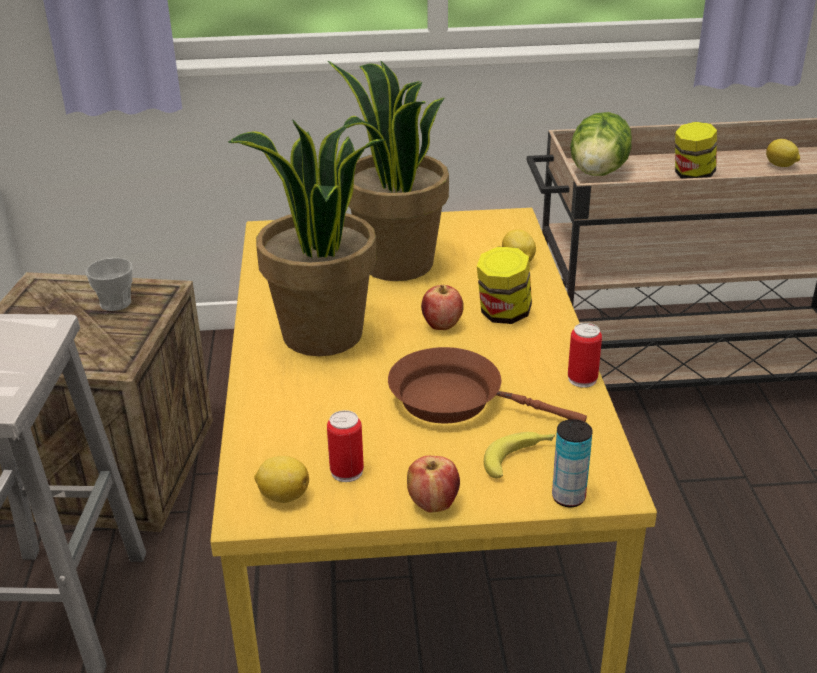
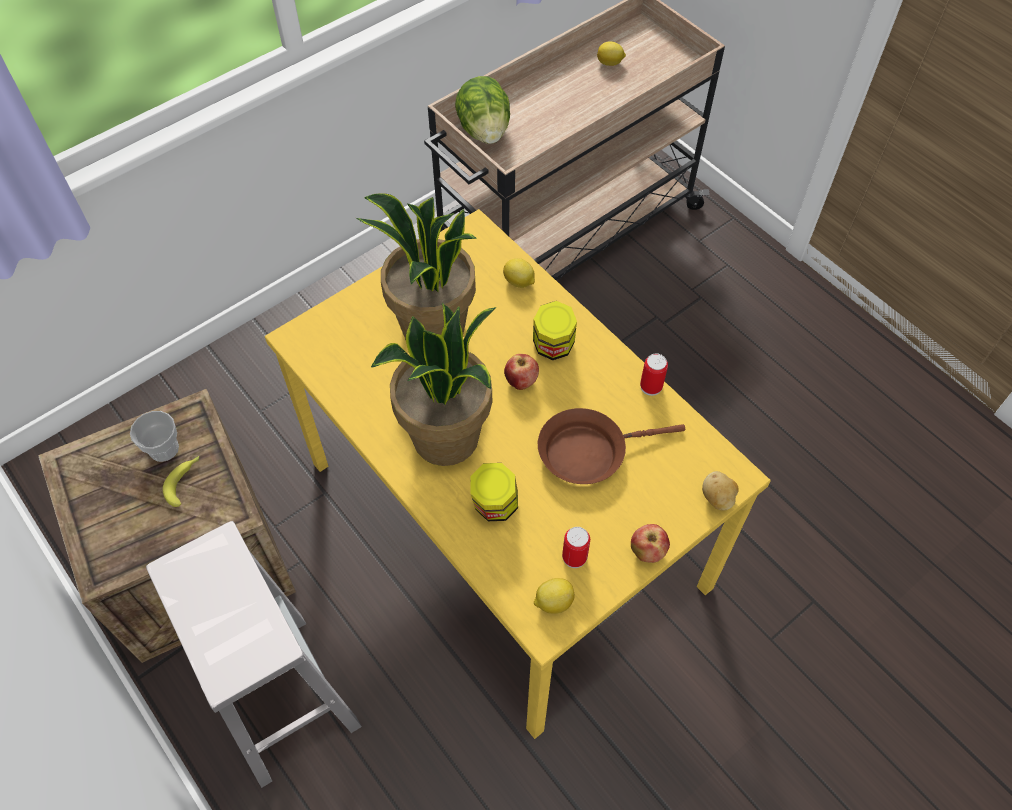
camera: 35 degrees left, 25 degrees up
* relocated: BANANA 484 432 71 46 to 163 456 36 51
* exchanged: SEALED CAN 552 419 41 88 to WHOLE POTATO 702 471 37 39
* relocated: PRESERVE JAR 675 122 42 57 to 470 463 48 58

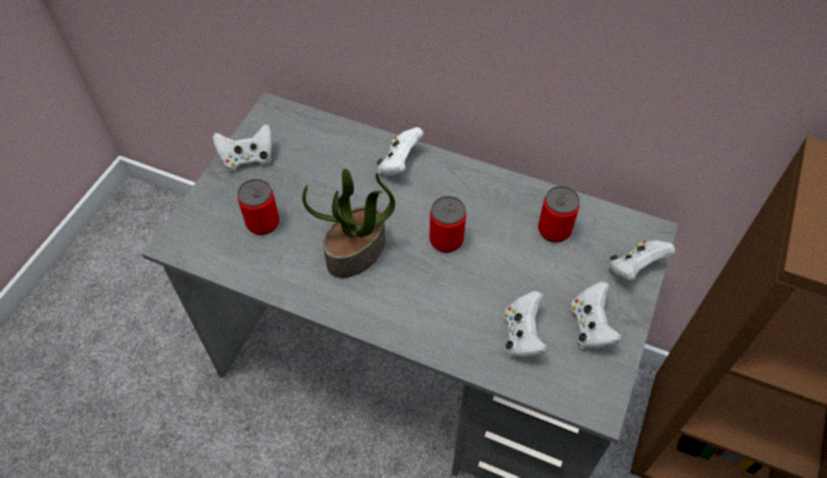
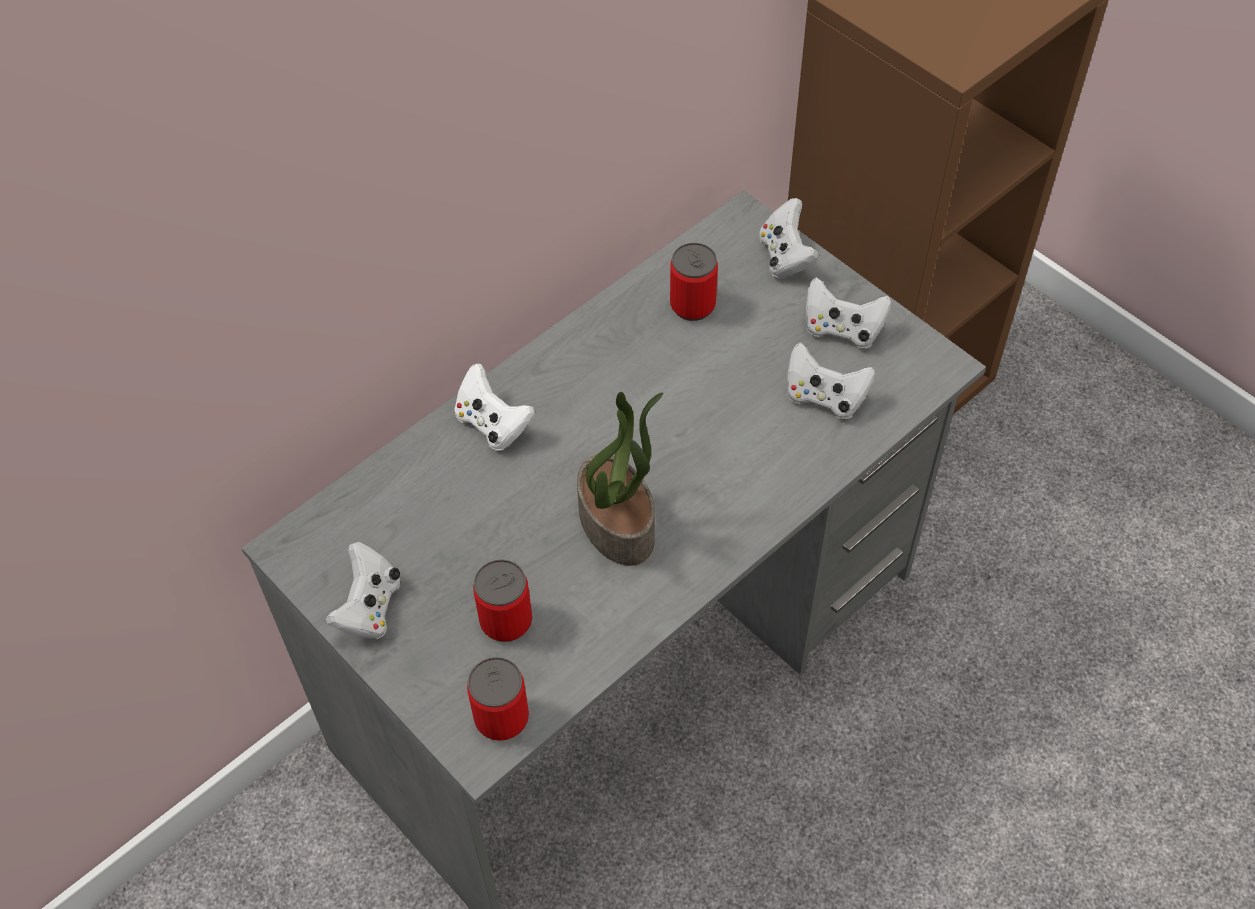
camera: 65 degrees left, 0 degrees up
* relocated: SEALED CAN 429 196 37 57 to 467 657 62 84

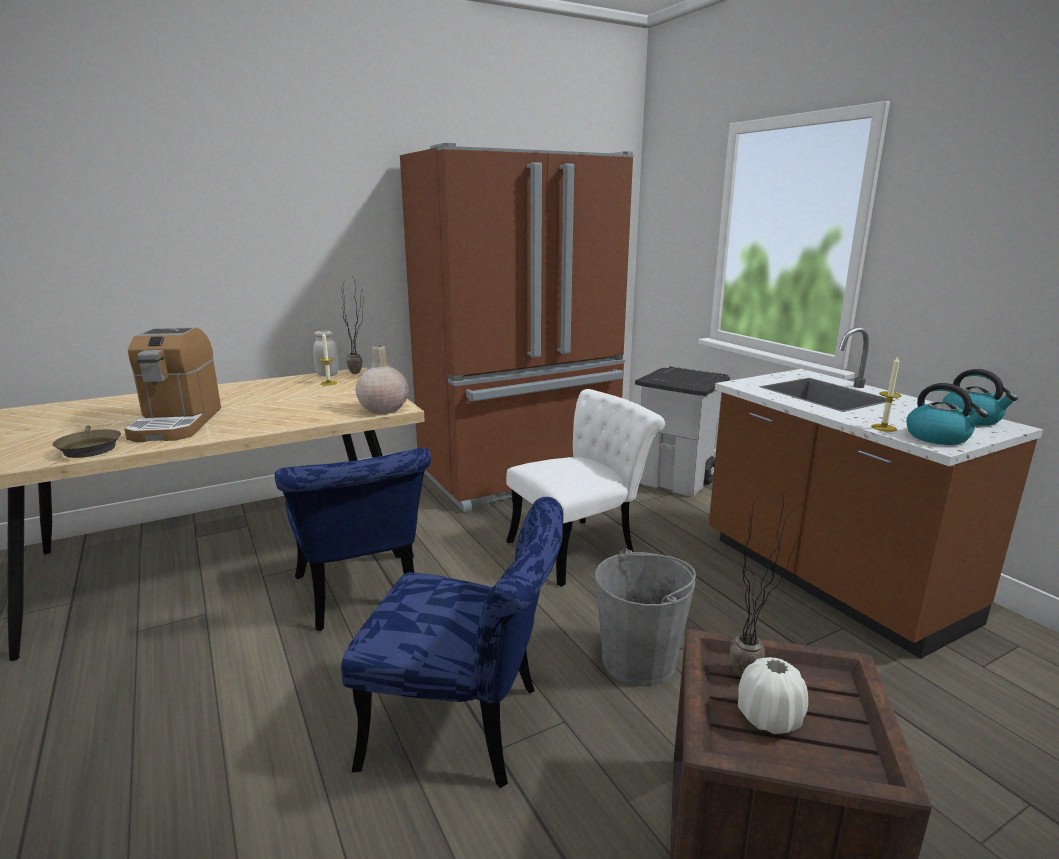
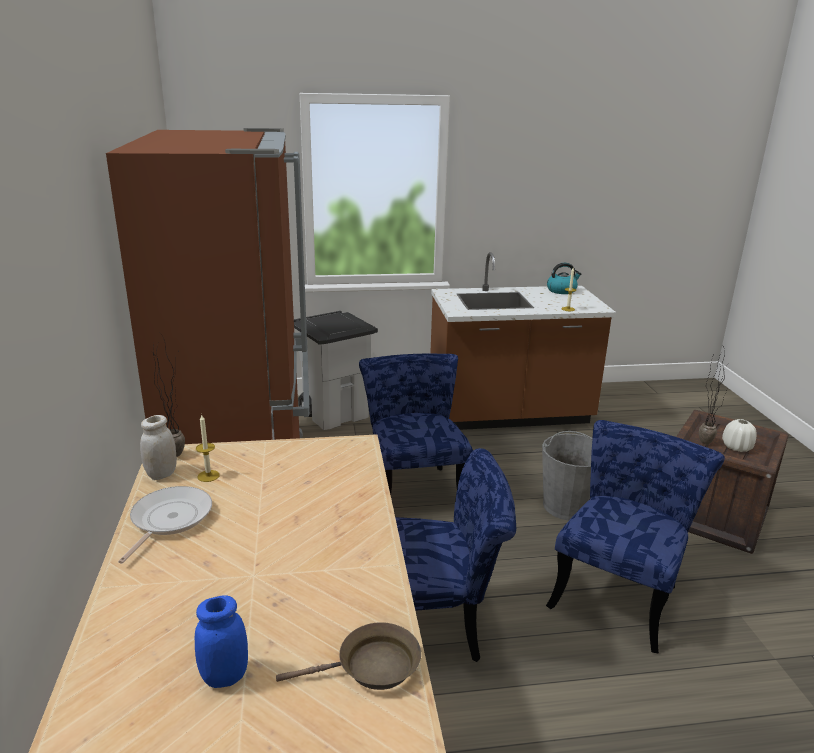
camera: 70 degrees left, 5 degrees up
* missing: COFFEE BREWER 124 327 97 115
* missing: SAND-COLOURED DECORATIVE VASE 355 345 54 69
* colour: WHITE CHAIR 506 389 159 198 to BLUISH CHAIR 359 354 114 141
* missing: TEA KETTLE 906 383 82 62
* appeared: FRYING PAN 118 486 94 78
* appeared: BLUISH PRESERVE JAR 195 595 53 93

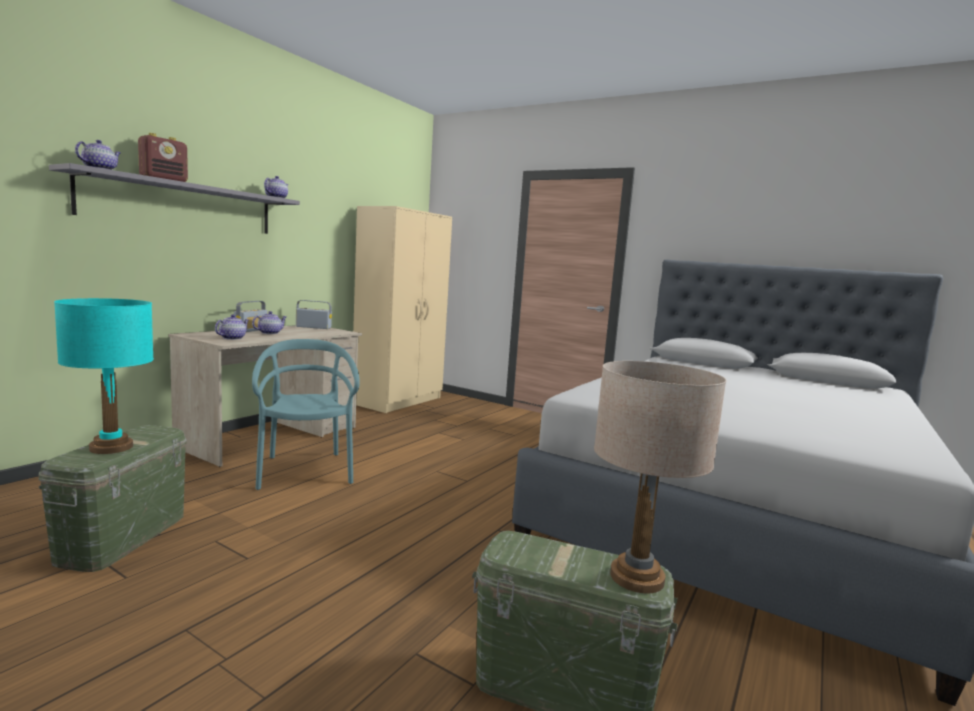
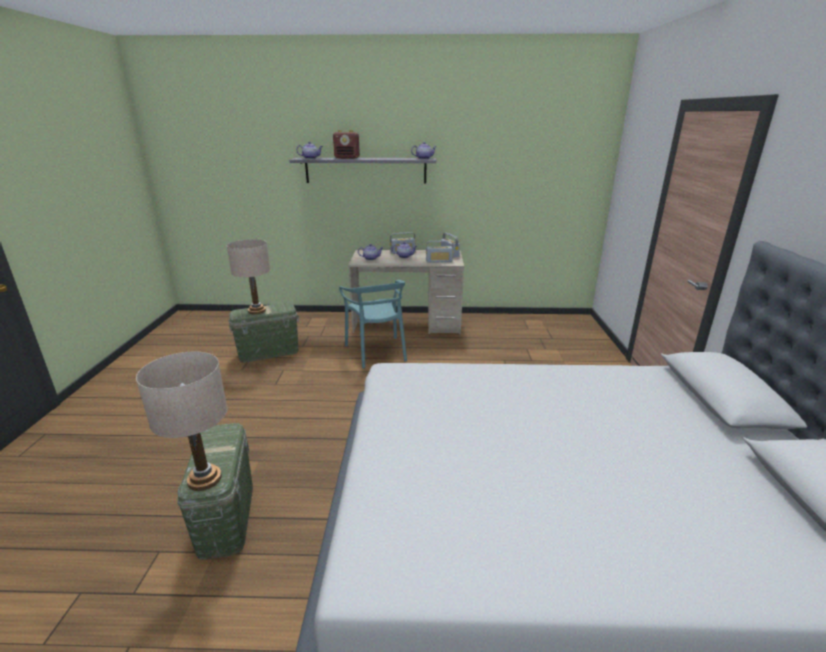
camera: 60 degrees right, 15 degrees up
* colour: TURQUOISE-COLOURED LAMP FOR A TABLE 54 298 100 156 to SAND-COLOURED LAMP FOR A TABLE 227 239 43 75
* spun: TURQUOISE-COLOURED CHAIR 252 339 108 151 = 339 280 68 89 120 degrees clockwise
* missing: SAND-COLOURED CLOTHES CUPBOARD 353 206 99 207
* appeared: RADIO 426 240 27 23

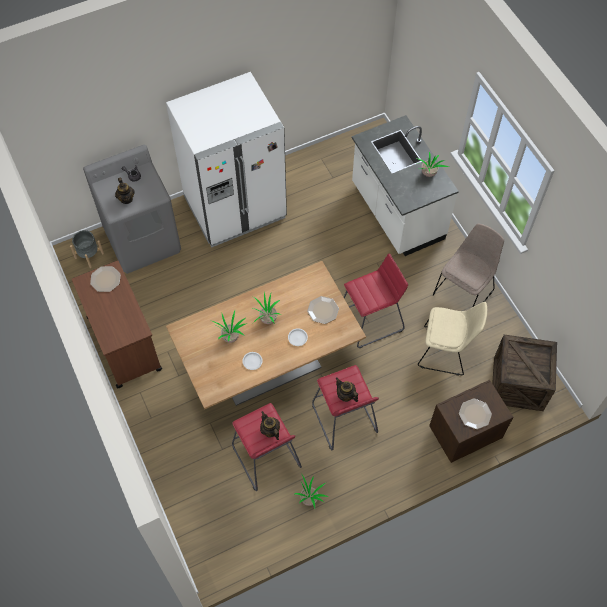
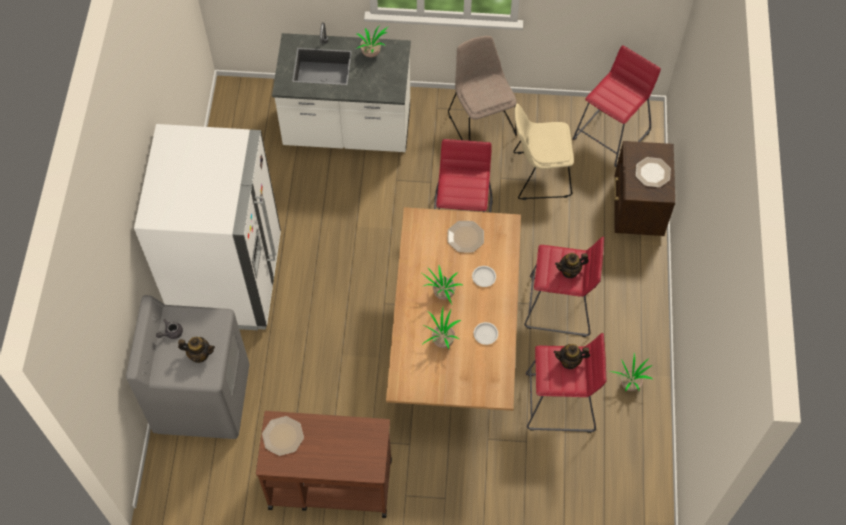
camera: 60 degrees left, 0 degrees up
* missing: GREY PLANTER 70 230 34 38
* spun: SAND-COLOURED CHAIR 418 302 69 74 = 513 104 61 96 135 degrees counterclockwise
* exchanged: SHIPPING CRATE 492 335 65 76 to RED SITTING STOOL 573 45 88 122

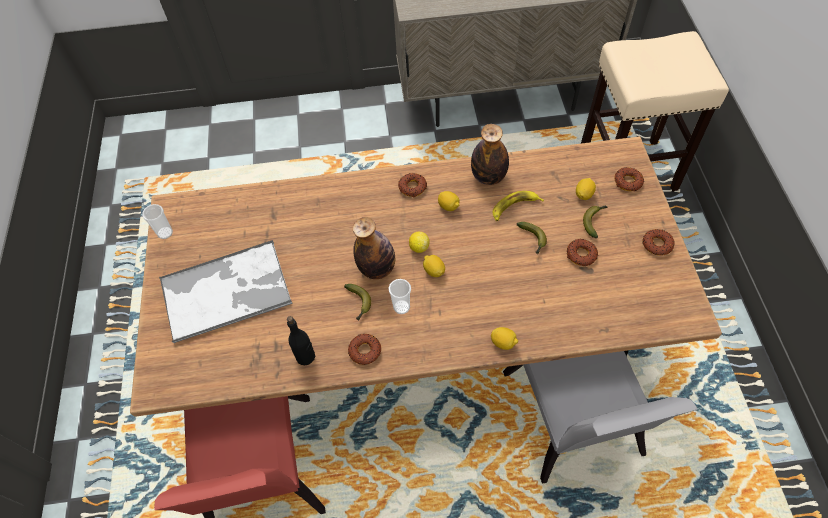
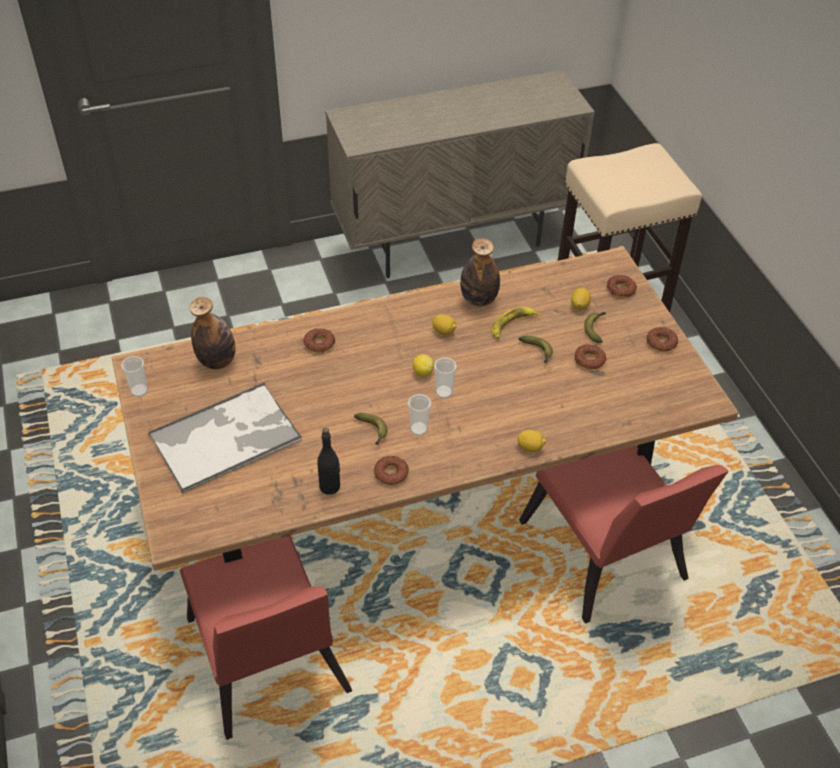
camera: 15 degrees left, 10 degrees down
* relocated: BOTTLE 353 217 42 62 to 190 297 46 72
* relocated: DONUT 398 173 29 24 to 303 328 32 25
* exchanged: CITRUS FRUIT 423 255 22 22 to CUP 434 357 23 41
* colour: GREY CHAIR 503 351 194 133 to RED CHAIR 519 446 210 177

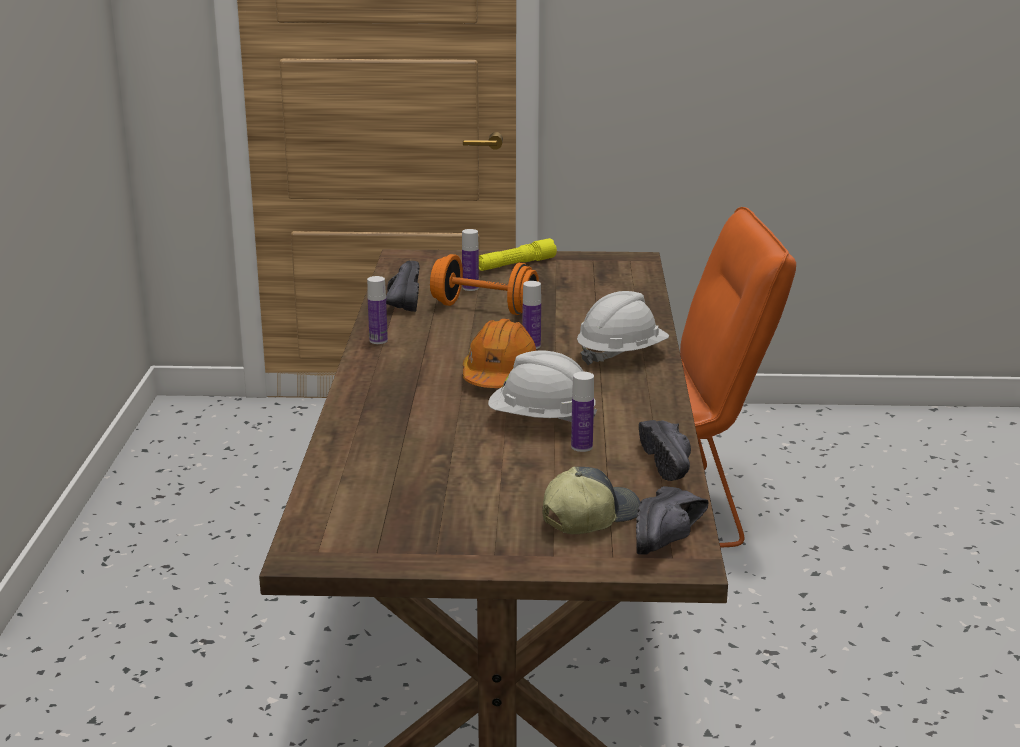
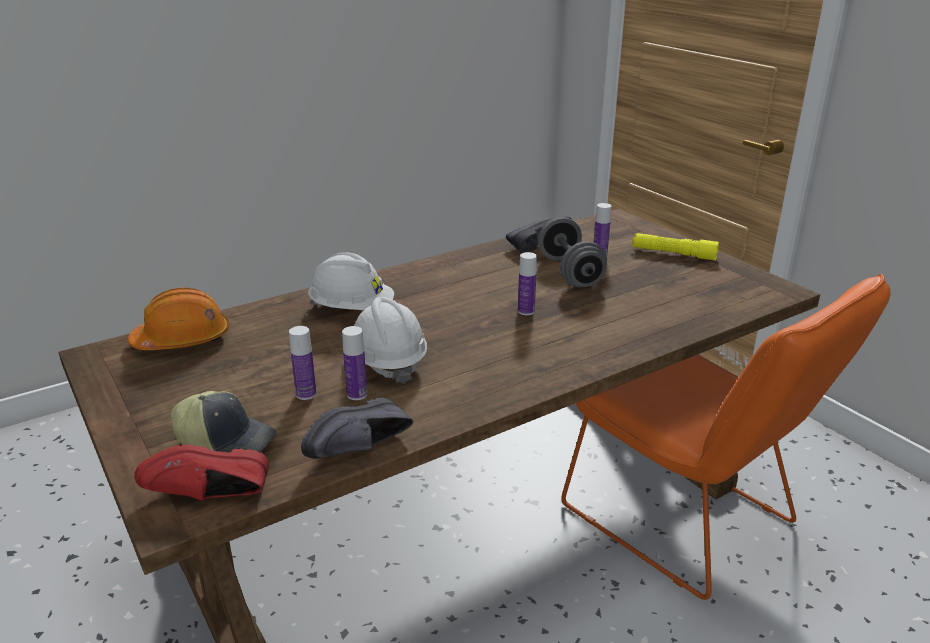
camera: 55 degrees right, 5 degrees up
* relocated: BOTTLE 367 276 21 68 to 289 326 27 74
* colour: ORANGEY FREE WEIGHT 430 254 109 61 to GREY FREE WEIGHT 538 217 69 70
* relocated: ORANGEY SAFETY HELMET 463 319 73 69 to 128 287 101 63
* relocated: WHITE SAFETY HELMET 577 291 92 75 to 308 252 86 58
* colour: BLACKISH SHOE 636 486 73 69 to RED SHOE 134 444 135 57

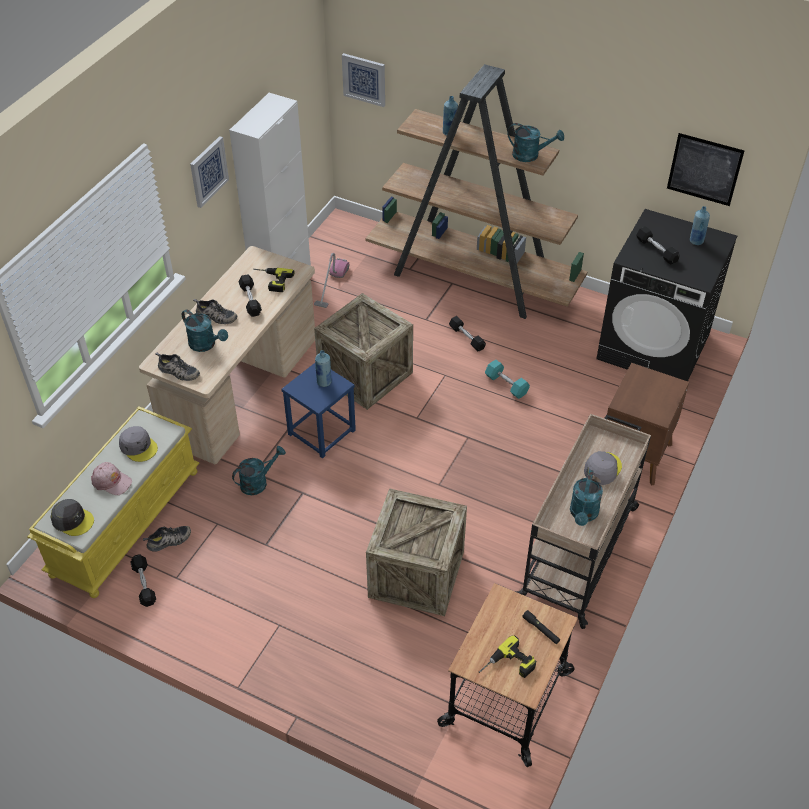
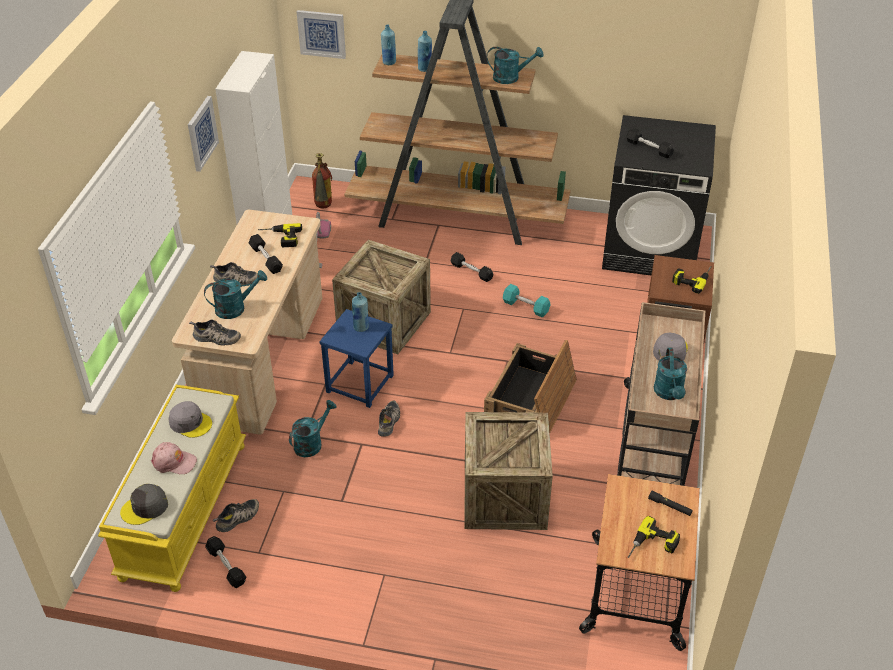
camera: 15 degrees left, 5 degrees down
* spun: GREY BASEBALL CAP 50 499 44 37 = 120 484 48 41 135 degrees clockwise
* spun: TURQUOISE-COLOURED SPRINKLING CAN 182 309 46 43 = 204 270 63 49 45 degrees counterclockwise
* missing: WALL PICTURE 667 133 77 73
* relocated: BLUISH BOTTLE 690 206 20 39 to 381 25 15 40
* appeared: FIRE EXTINGUISHER 312 153 20 55
* appeared: SHOE 378 401 22 36
* appeared: SHIPPING CRATE 484 340 93 93
* appeared: POWER DRILL 672 266 40 28

